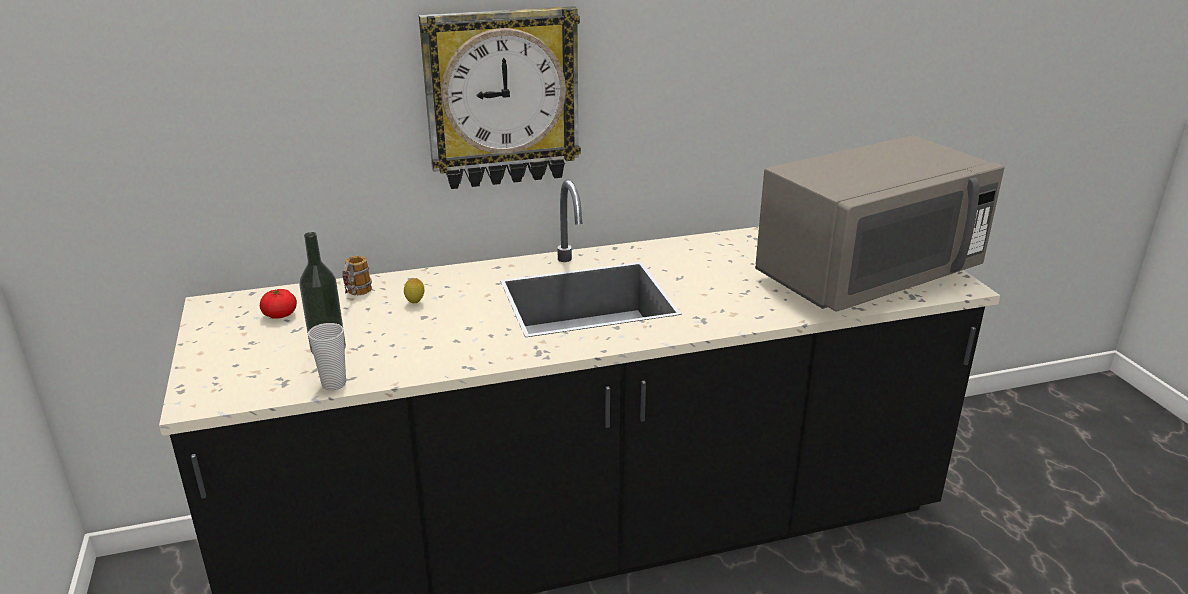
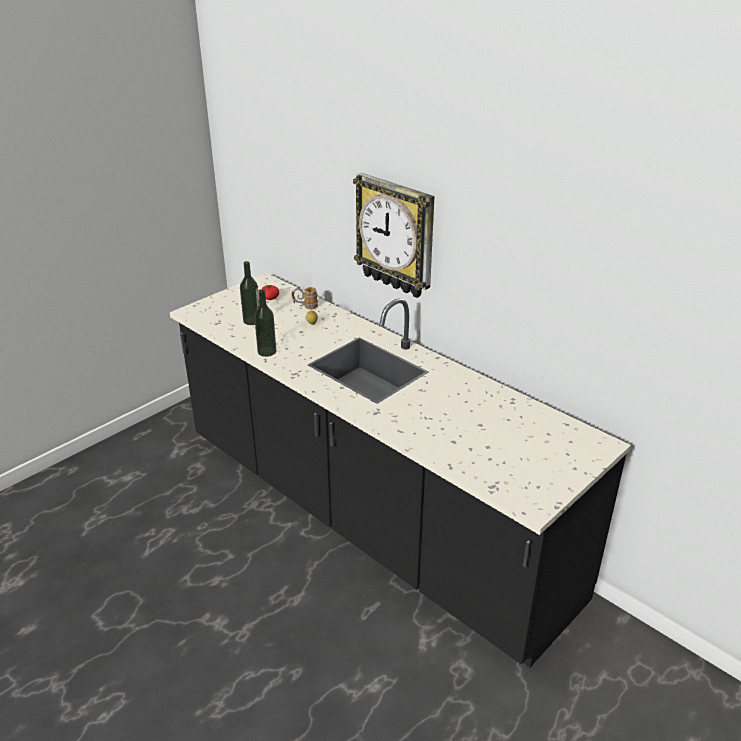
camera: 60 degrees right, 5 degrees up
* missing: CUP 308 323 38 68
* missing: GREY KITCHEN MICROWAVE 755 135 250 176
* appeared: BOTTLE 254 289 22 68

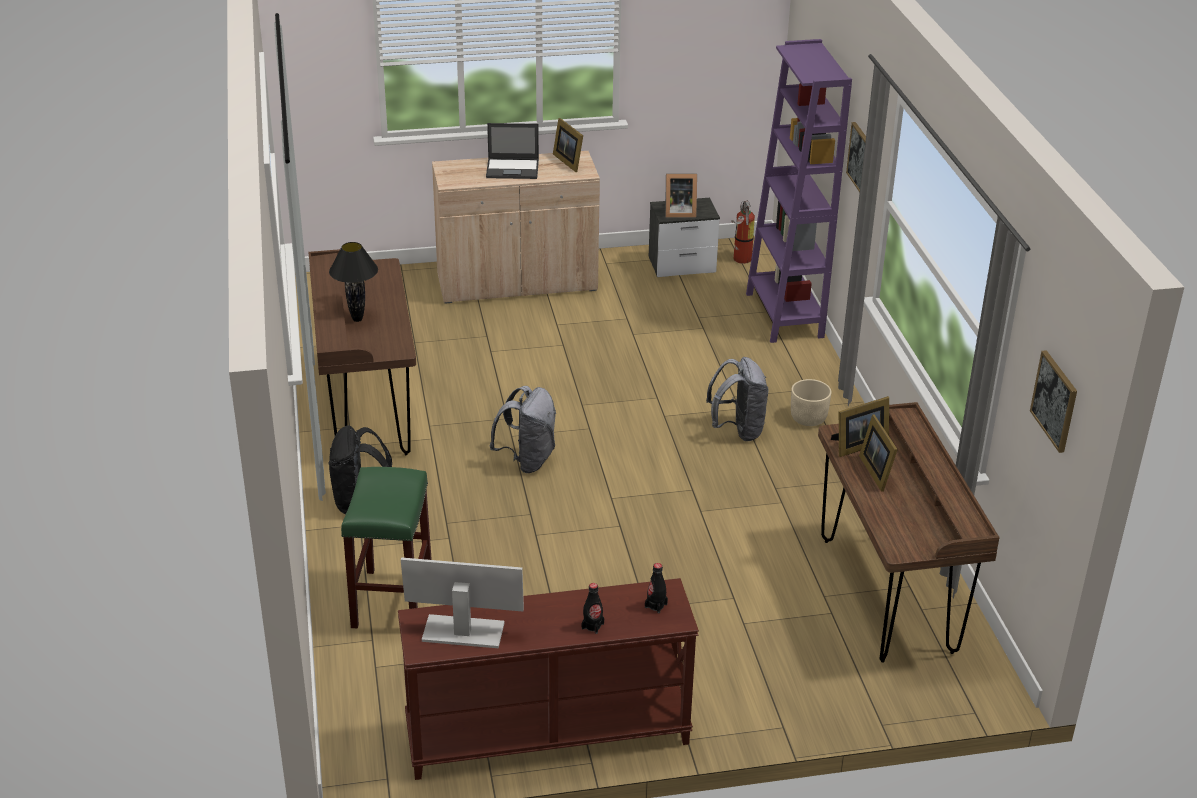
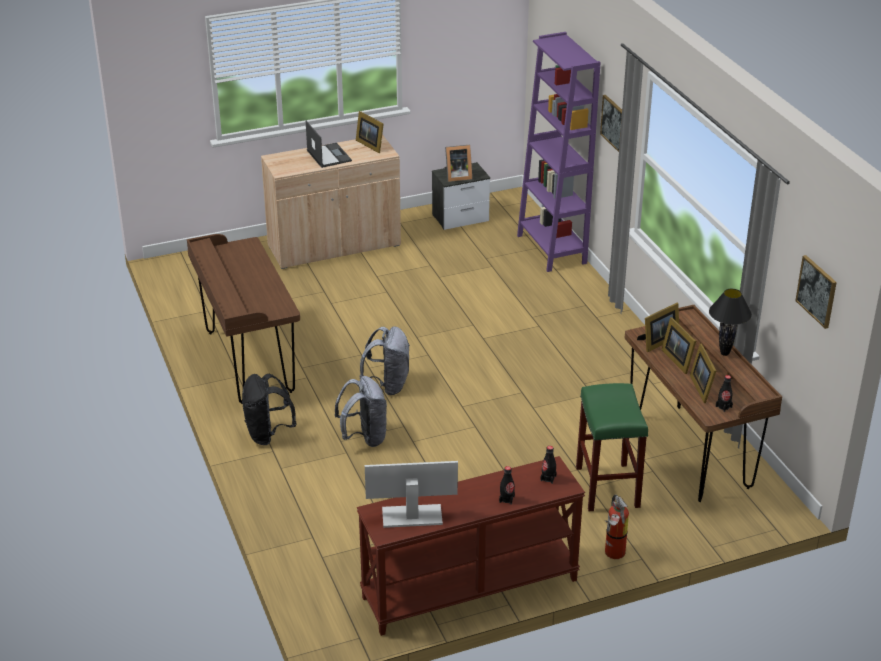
camera: 10 degrees left, 0 degrees up
* relocated: BLACKISH LAMP FOR A TABLE 329 242 49 80 to 709 289 43 67
* relocated: GREEN SITTING STOOL 341 467 91 161 to 576 383 72 128
* spun: LAPTOP 486 123 53 56 = 306 121 46 47 105 degrees counterclockwise
* relocated: GREY BACKPACK 706 357 62 84 to 334 376 53 71
* relocated: FIRE EXTINGUISHER 731 200 24 64 to 605 495 24 64
* missing: SAND-COLOURED PLANTER 791 379 40 47
* appeared: STANDING FRAME 690 344 26 59
* appeared: BLACKISH BOTTLE 716 375 17 37

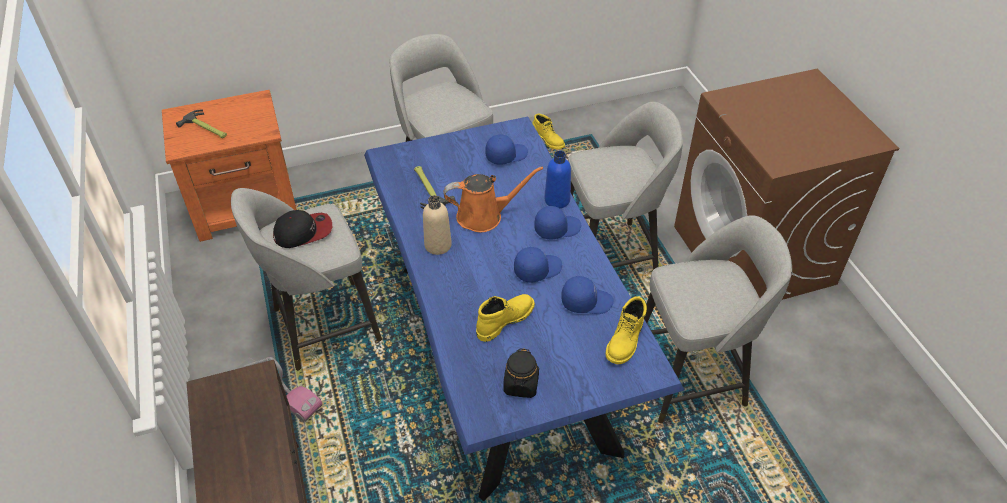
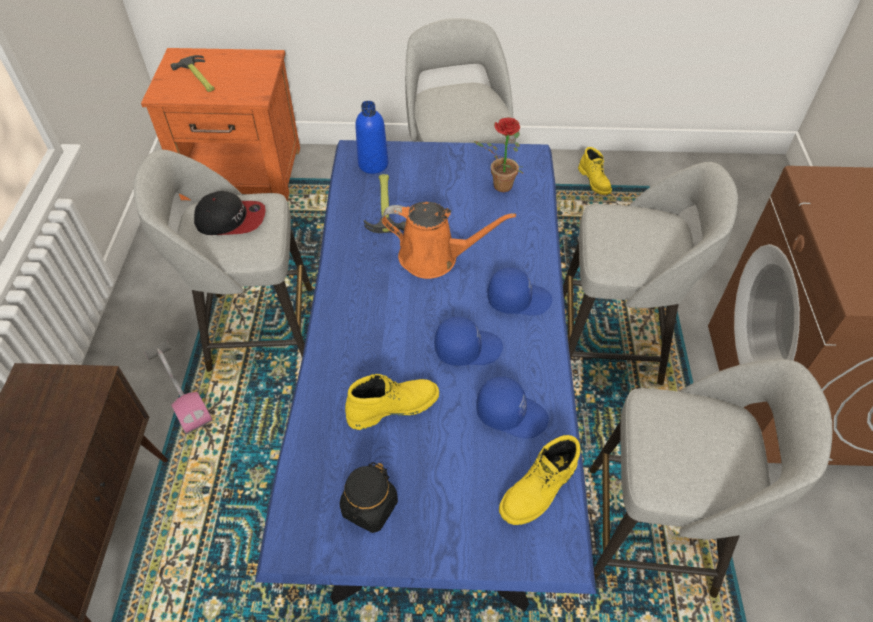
camera: 20 degrees right, 5 degrees up
* missing: SAND-COLOURED BOTTLE 423 195 29 60
* exchanged: BLUISH BASEBALL CAP 485 134 43 31 to PLANT IN A POT 474 118 49 74
* relocated: BLUISH BOTTLE 544 151 27 57 to 355 101 33 73

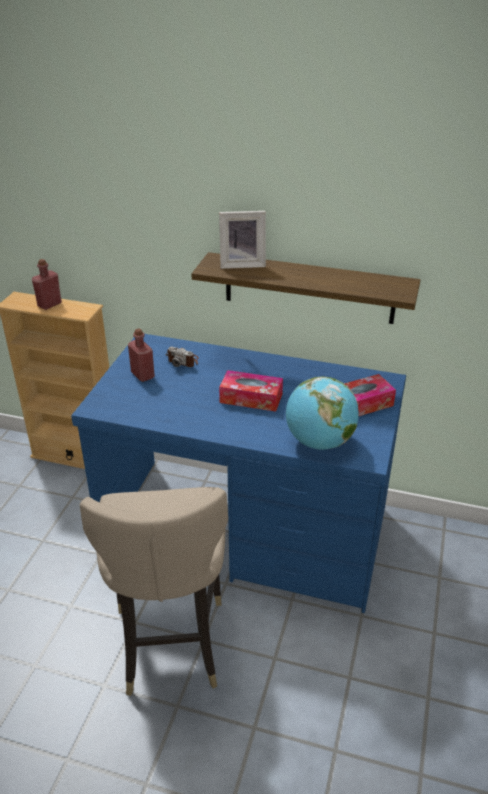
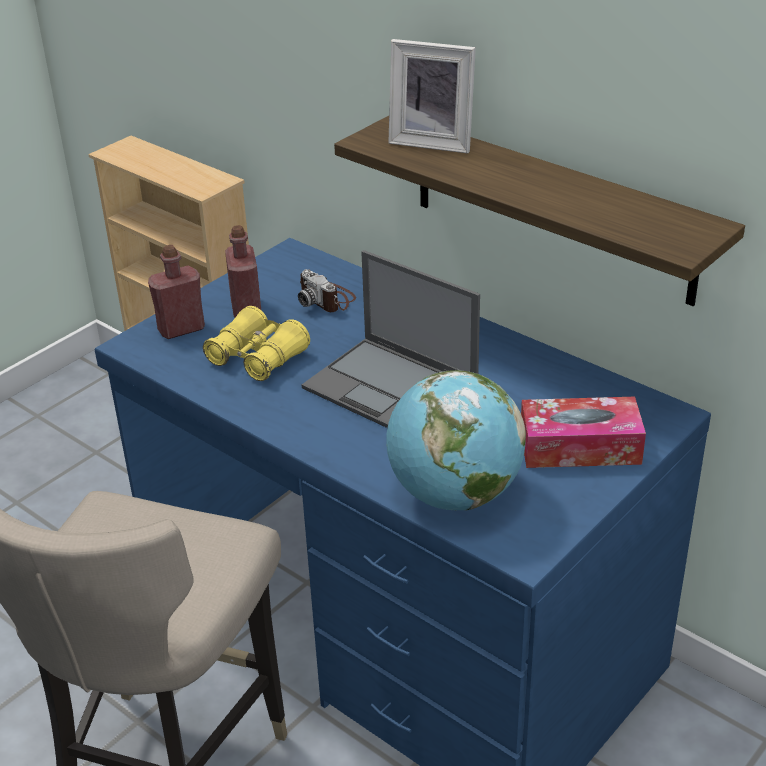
camera: 25 degrees right, 0 degrees up
* relocated: RED BOTTLE 32 259 30 51 to 148 245 57 94
* exchanged: TISSUE HOLDER 219 370 64 42 to LAPTOP 302 250 178 178
* appeared: YELLOW PAIR OF BINOCULARS 203 306 107 75

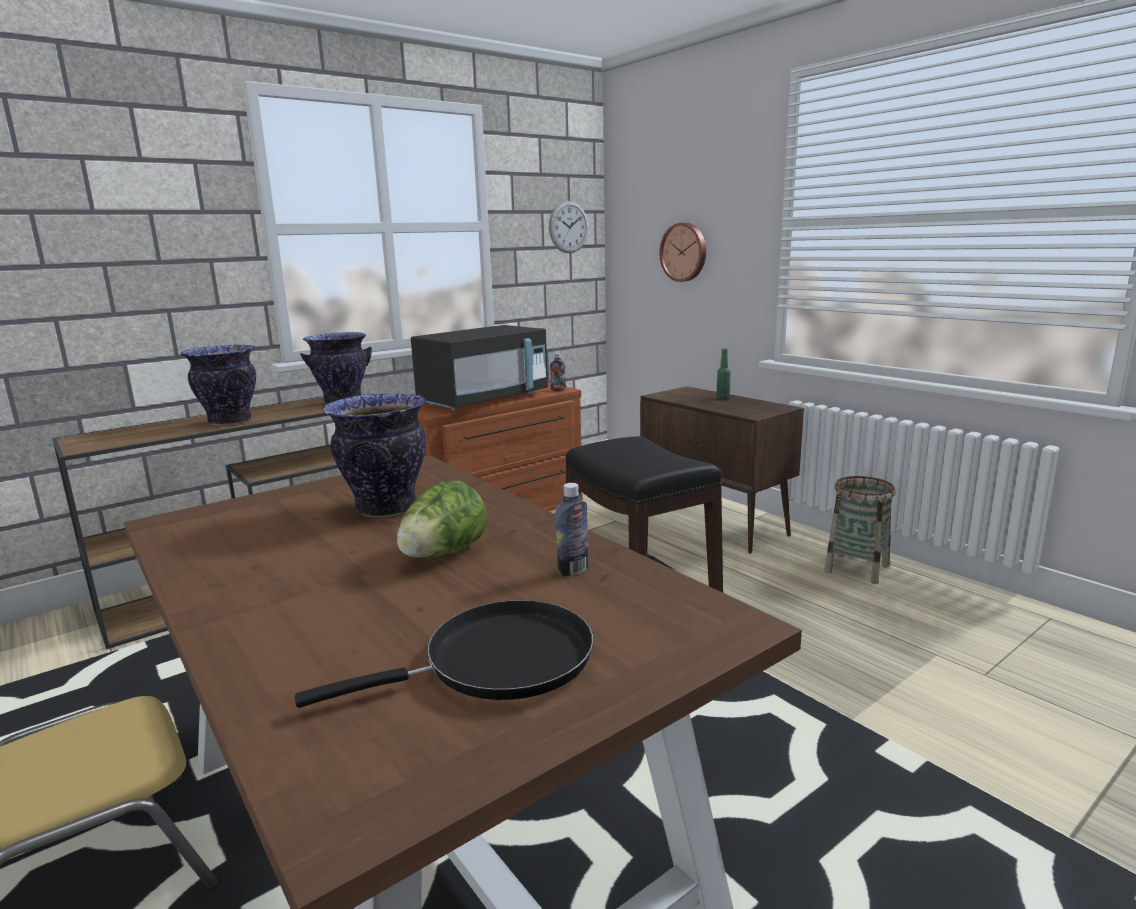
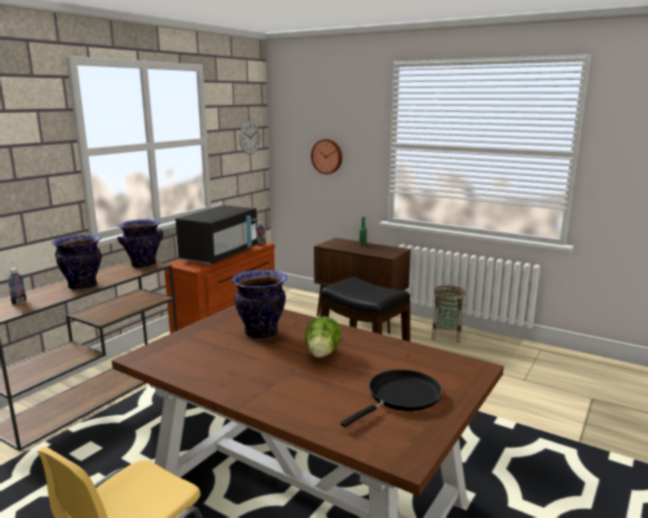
camera: 20 degrees left, 0 degrees up
* relocated: BOTTLE 556 483 33 94 to 8 268 18 37

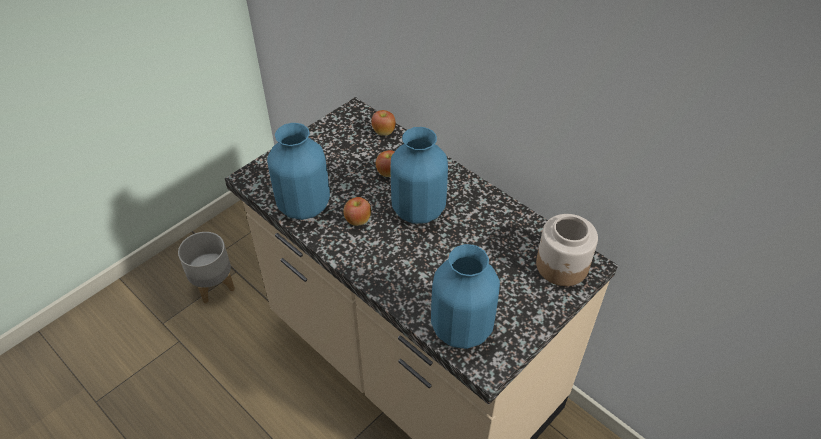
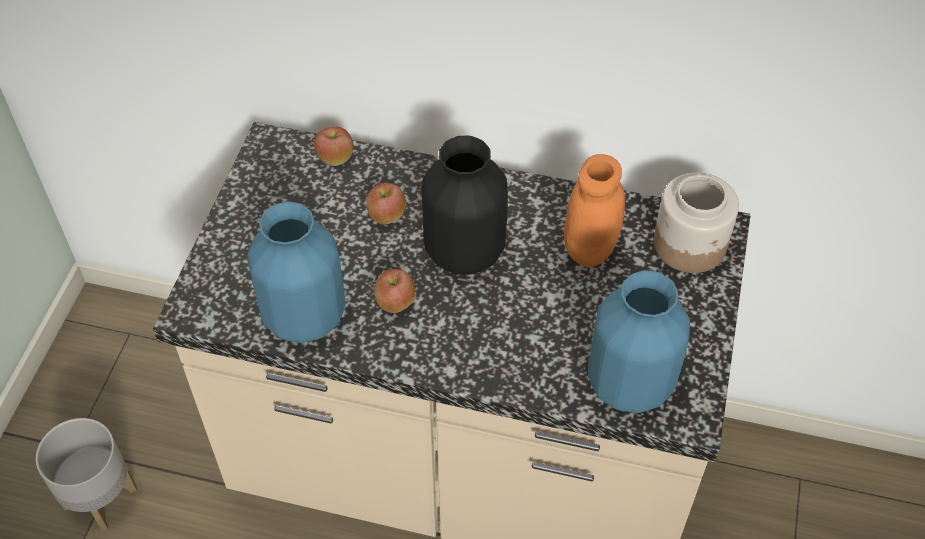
camera: 30 degrees left, 5 degrees up
* colour: BLUISH DECORATIVE VASE 391 127 57 97 to BLACKISH DECORATIVE VASE 422 136 86 138
* appeared: ORANGEY PRESERVE JAR 564 154 61 113

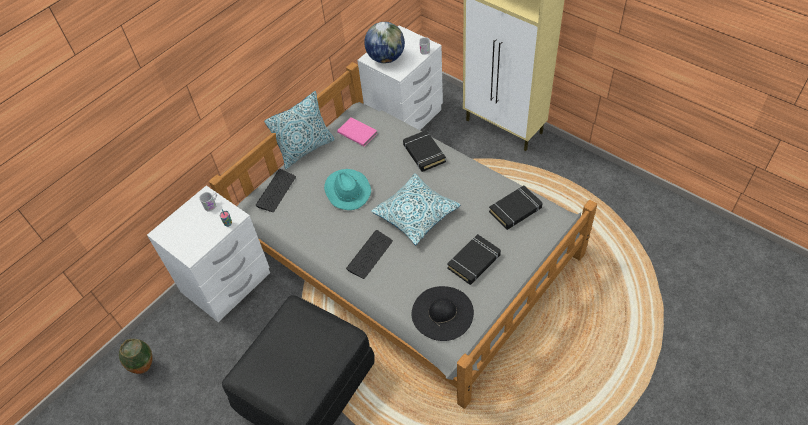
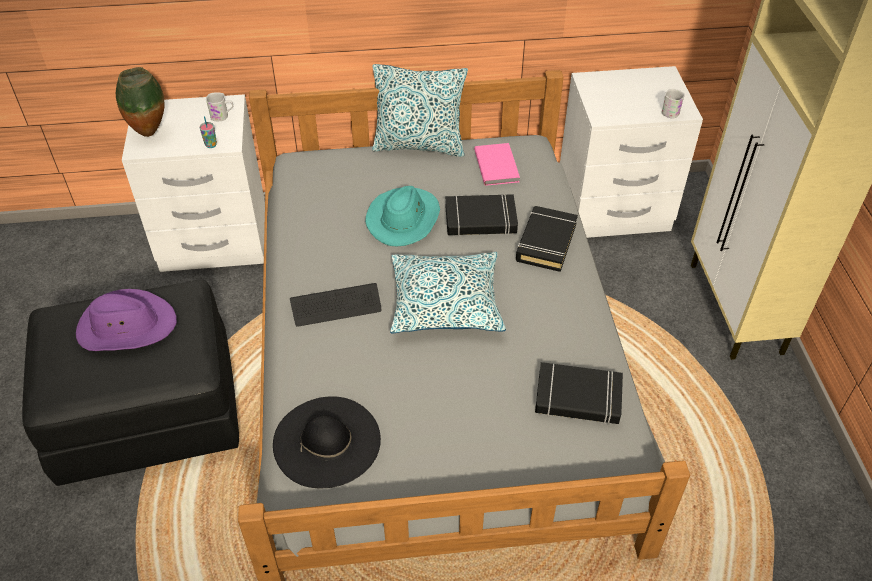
camera: 40 degrees right, 5 degrees down
* relocated: DECORATIVE VASE 119 339 34 35 to 116 67 49 70
* missing: KEYBOARD 255 169 41 43
* missing: GLOBE 364 22 41 41
* relocated: BLACKISH BOUND BOOK 447 234 54 51 to 445 194 73 42
* appeared: PURPLISH WEARABLE HAT 76 289 101 62

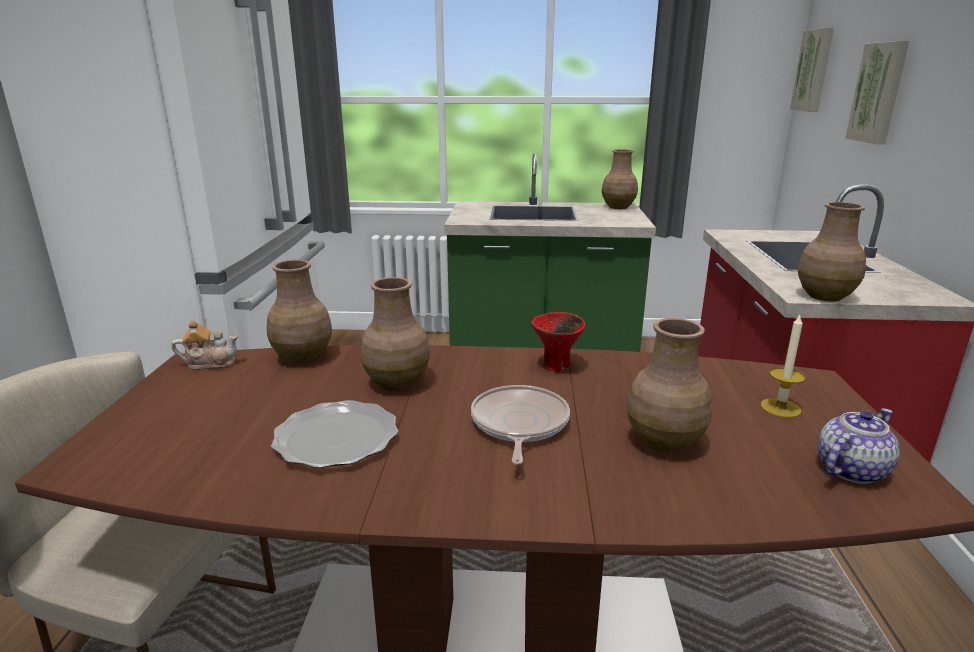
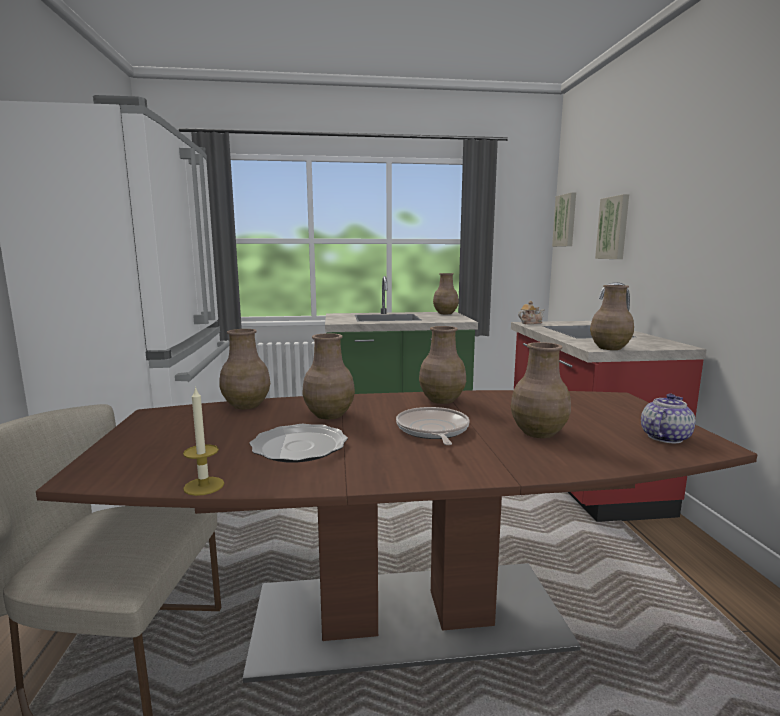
camera: 10 degrees left, 10 degrees down
* relocated: TEAPOT 172 320 66 50 to 518 301 26 23
* exchanged: RED BOWL 532 312 53 60 to BROWNISH DECORATIVE VASE 419 326 47 78
* relocated: WAX LIGHT 761 314 44 104 to 183 386 41 110

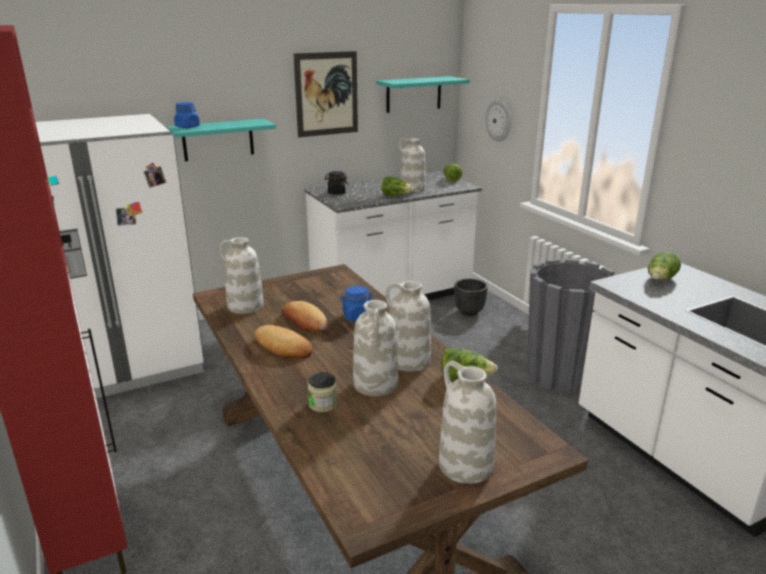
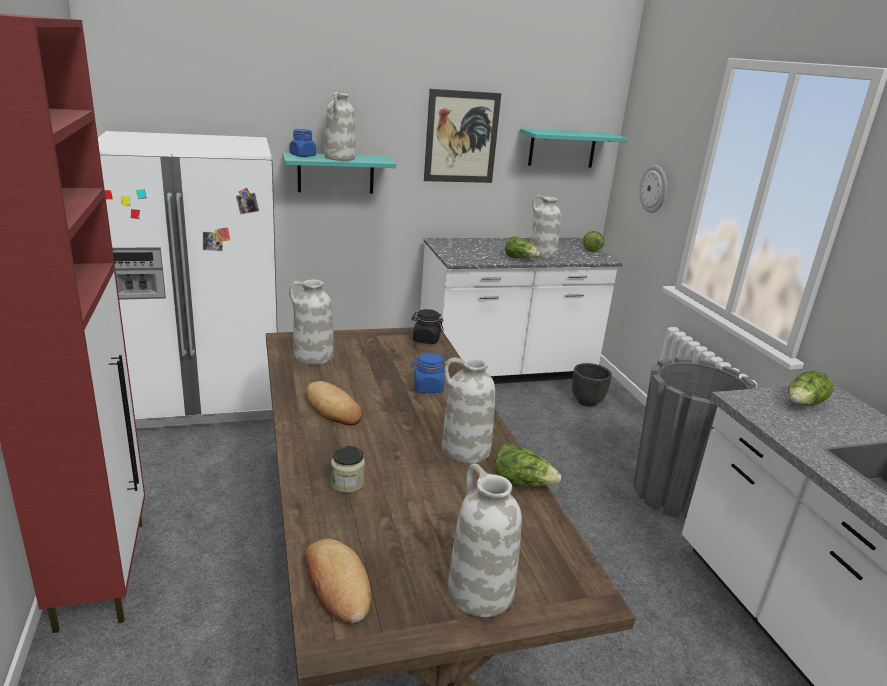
camera: 10 degrees right, 0 degrees up
* relocated: BREAD 282 301 46 31 to 304 539 67 84
* relocated: BLACKISH PRESERVE JAR 325 171 23 24 to 411 309 33 35
* relocated: WHITE DECORATIVE VASE 353 300 45 96 to 324 92 32 69

